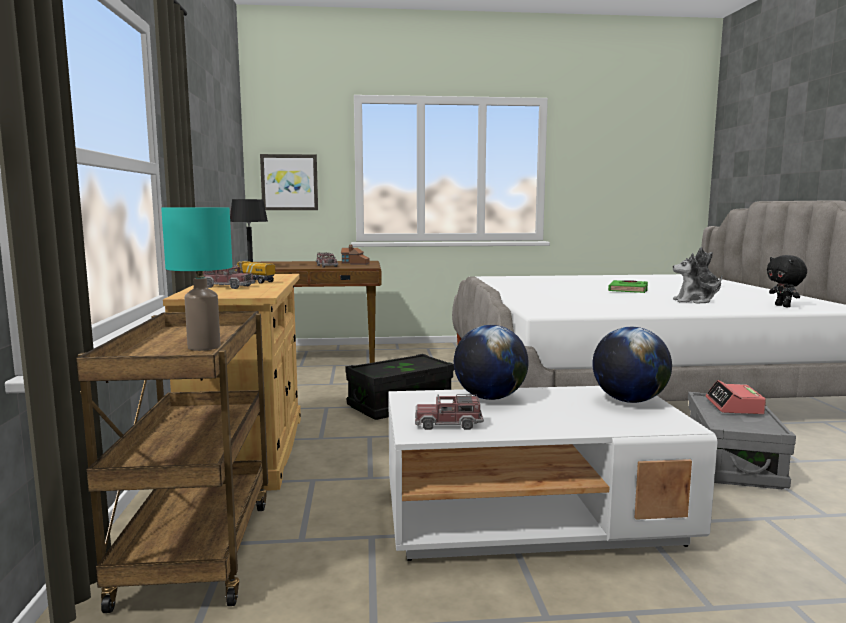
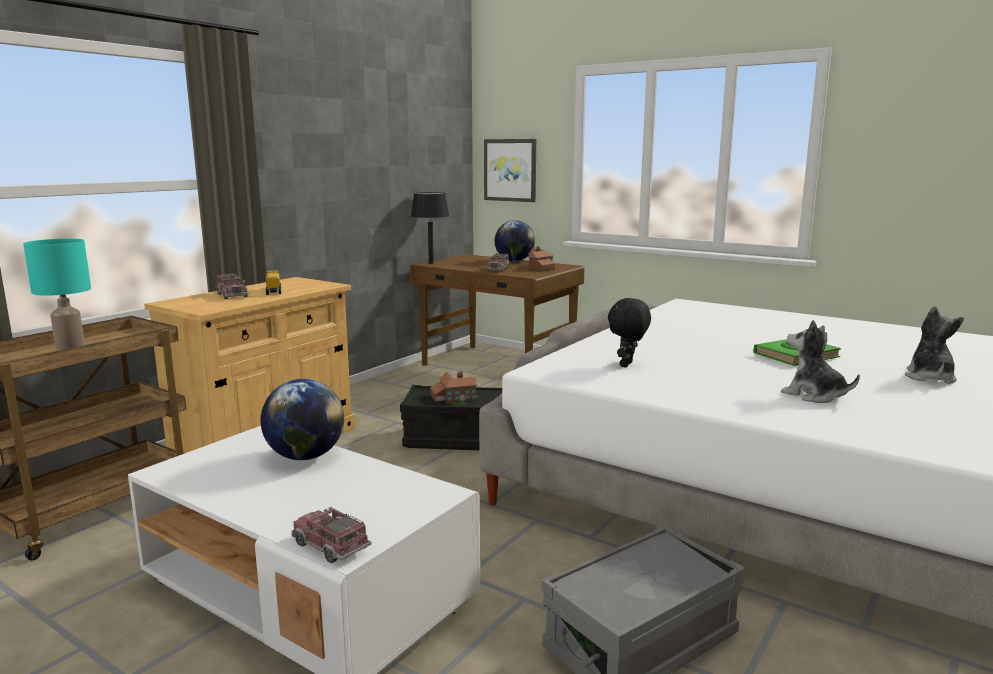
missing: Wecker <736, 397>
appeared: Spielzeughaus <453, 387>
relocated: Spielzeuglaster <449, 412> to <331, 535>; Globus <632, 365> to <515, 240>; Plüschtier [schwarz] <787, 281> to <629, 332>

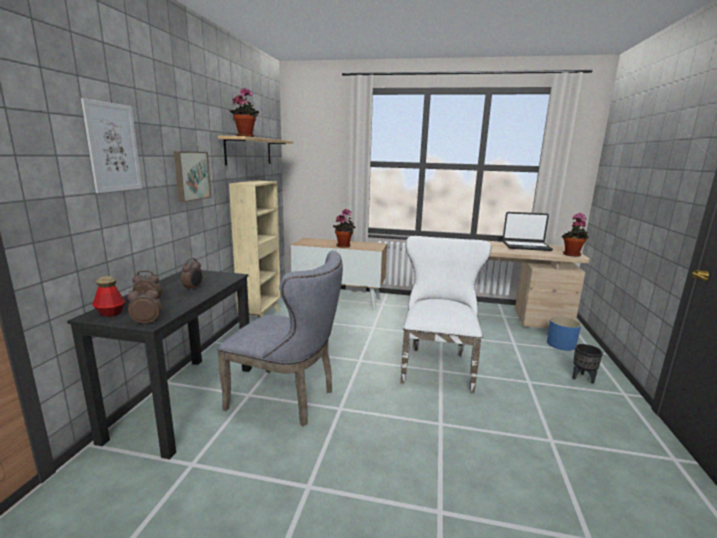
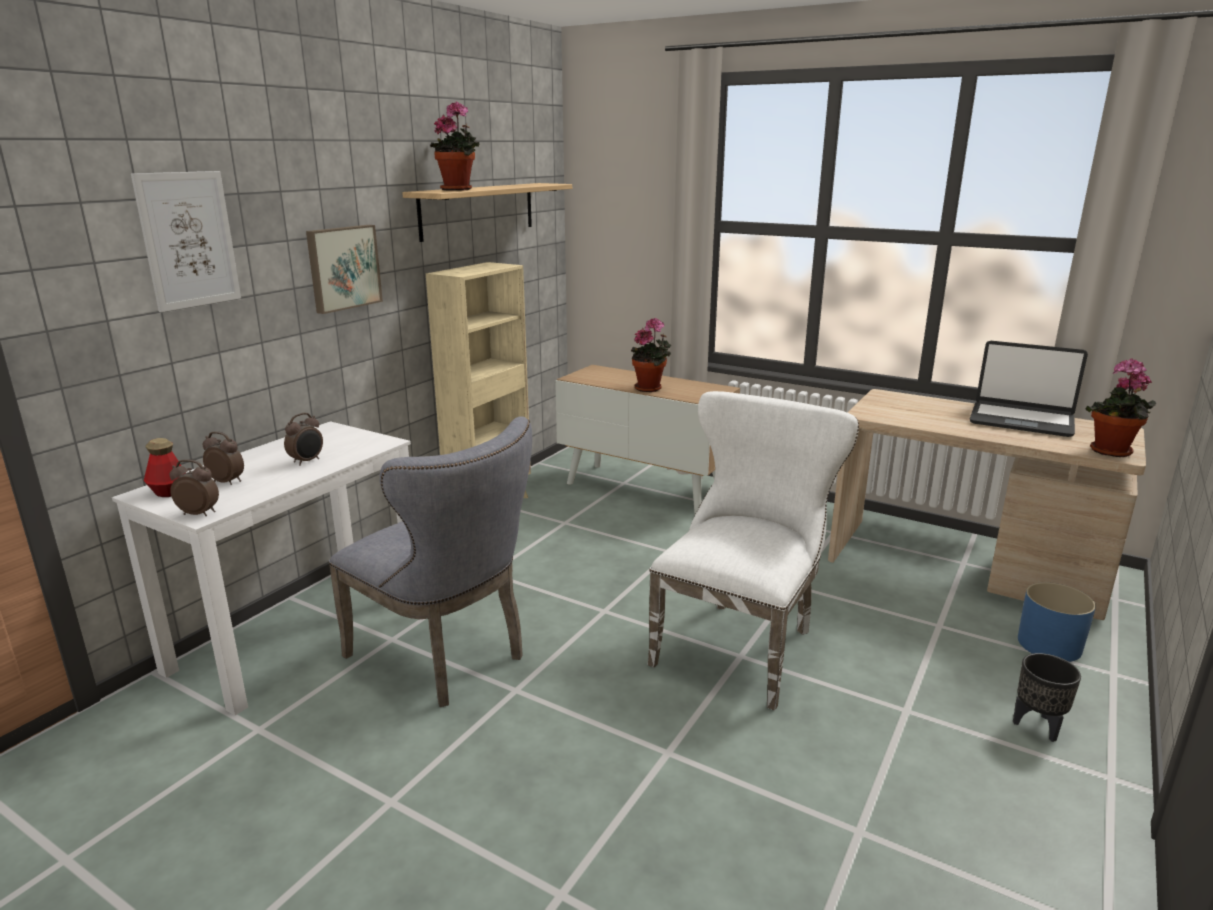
colour: Schreibtisch [schwarz] <159, 364> to Schreibtisch [weiß] <261, 568>

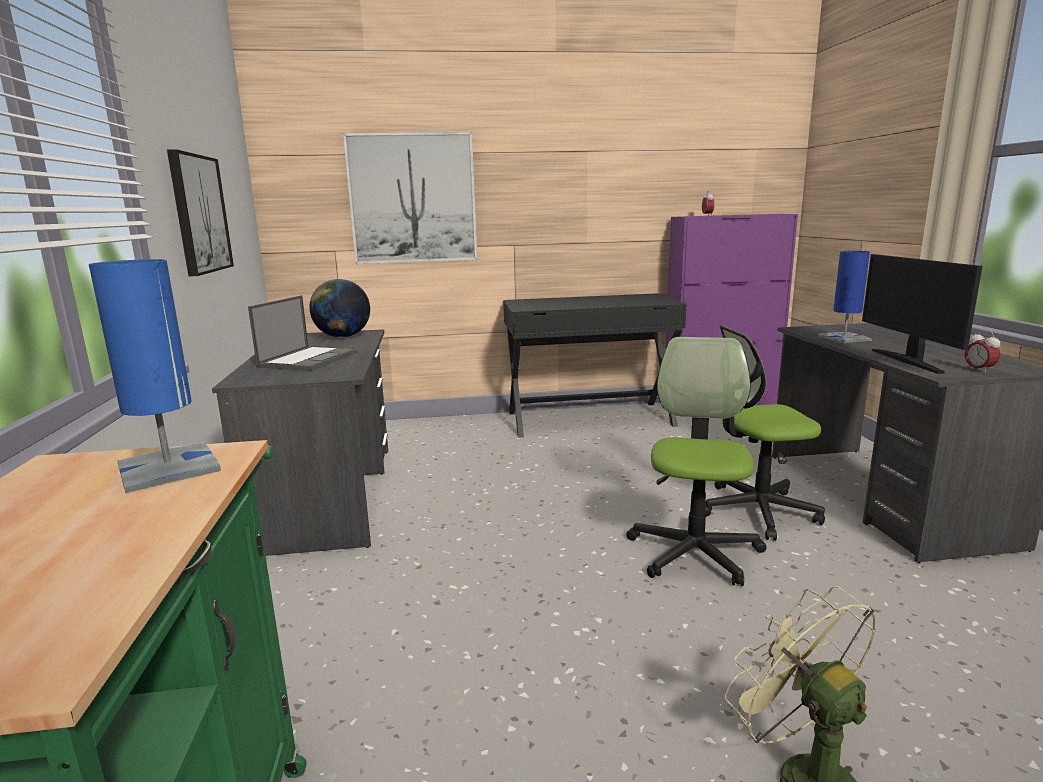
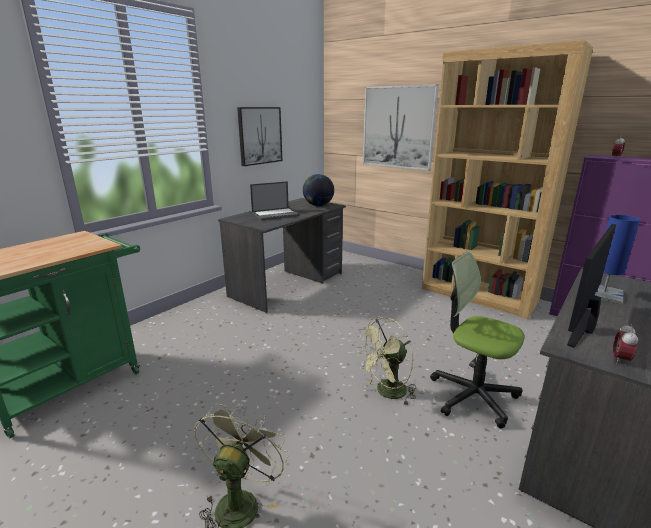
missing: Tischlampe [blau] <155, 376>
exchanged: Bürostuhl <697, 461> to Ventilator [grün] <386, 361>; Schreibtisch [schwarz] <595, 365> to Bücherregal [braun] <507, 179>

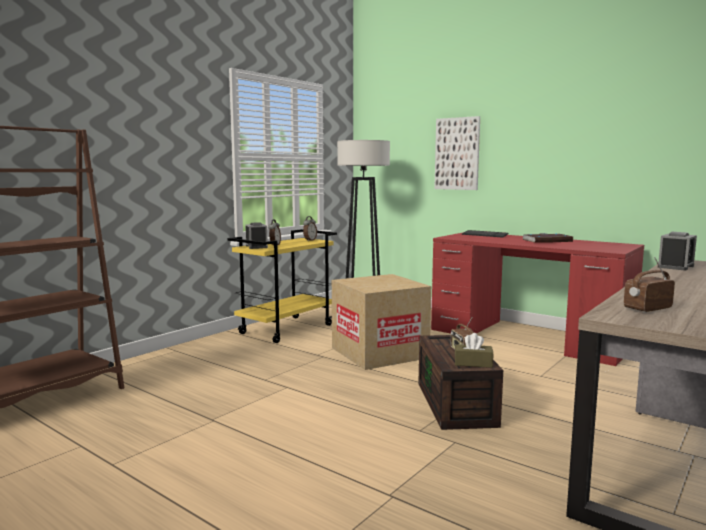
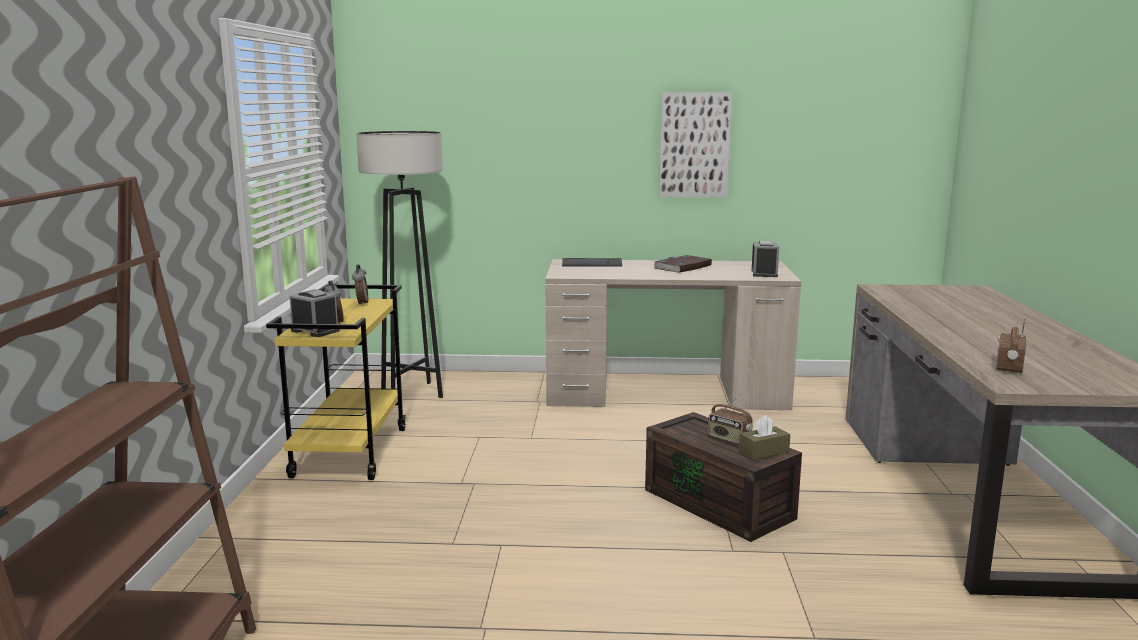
missing: Karton <381, 322>
relocated: Bild <457, 153> to <695, 145>; Wecker <677, 251> to <765, 259>
colour: Schreibtisch [rot] <537, 299> to Schreibtisch [beige] <673, 334>

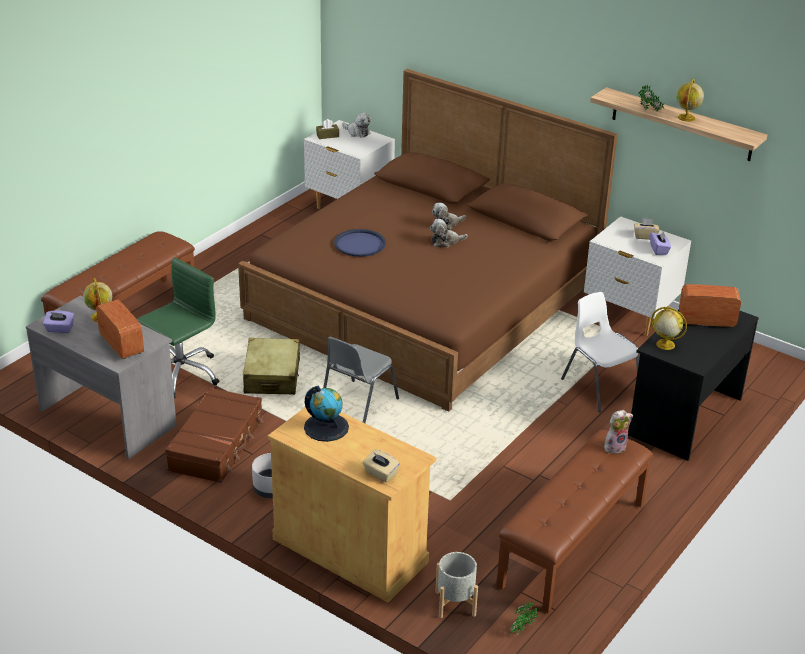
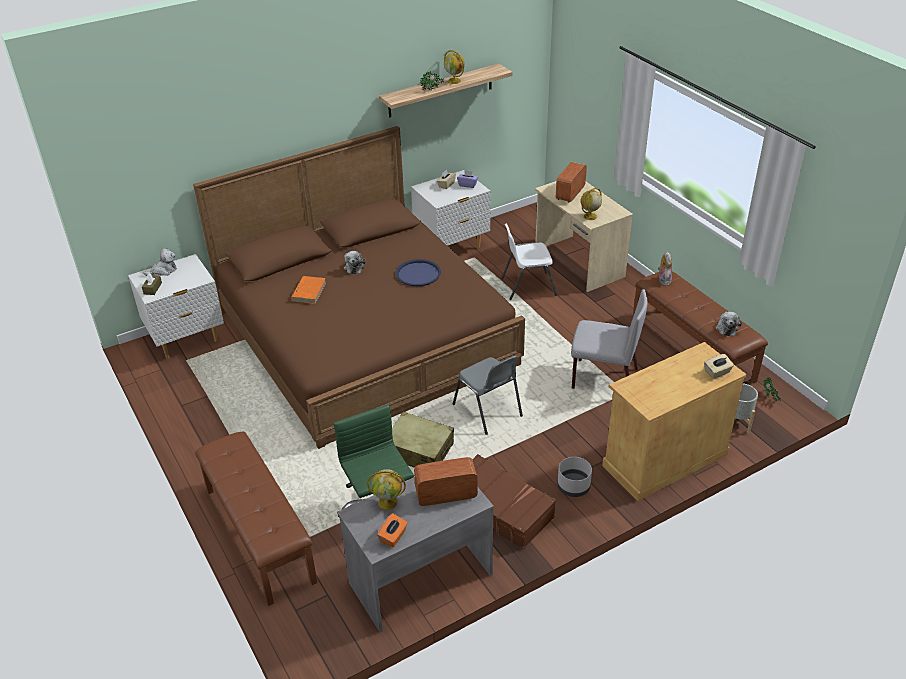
missing: Globus <326, 414>
appeared: Buch [orange] <308, 290>; Stuhl [grau] <609, 339>
relocated: Tablett [blau] <360, 243> to <418, 272>; Plüschtier <449, 233> to <728, 324>
colour: Taschentuchbox [lila] <58, 322> to Taschentuchbox [orange] <392, 530>; Schreibtisch [schwarz] <693, 385> to Schreibtisch [beige] <584, 236>

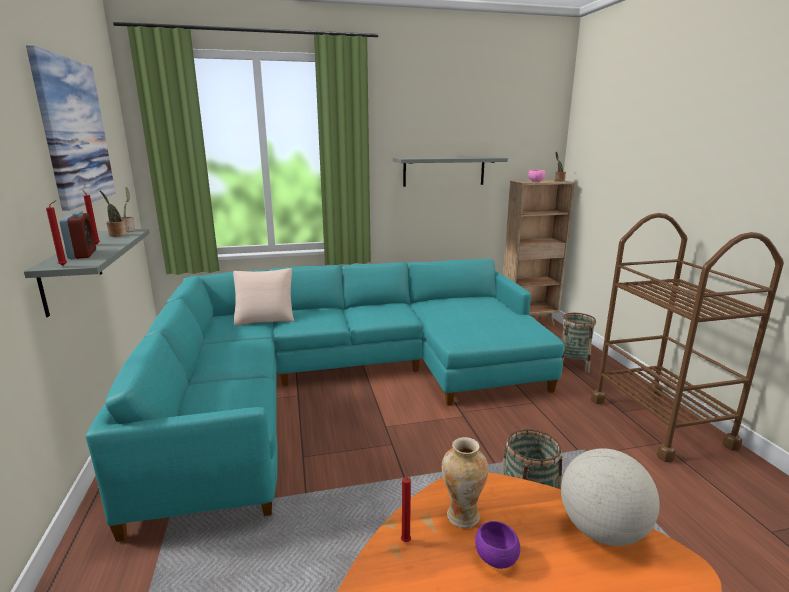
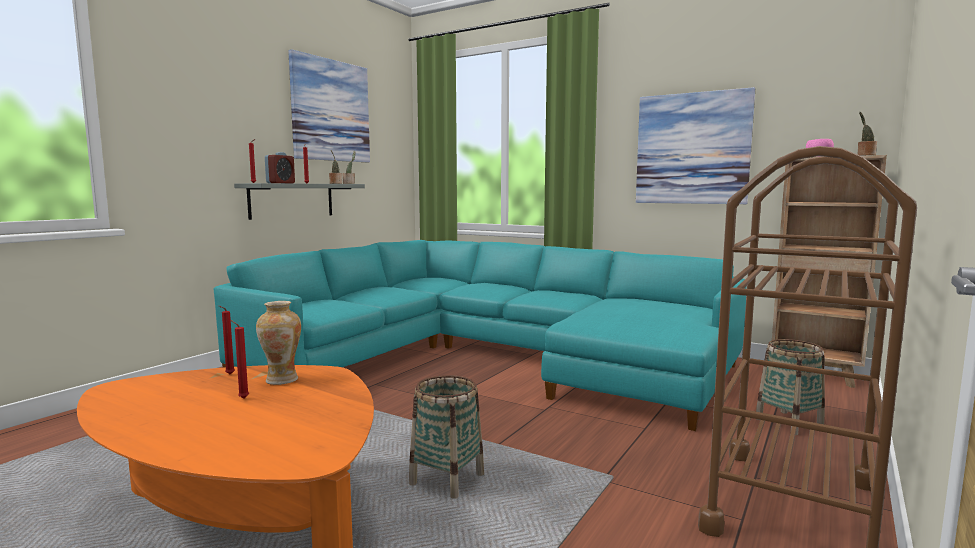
missing: Kissen [beige] <263, 297>; Globus <610, 497>
exchanged: Schüssel [lila] <497, 545> to Kerze [rot] <239, 359>; Wandregal [grau] <450, 172> to Bild <695, 145>

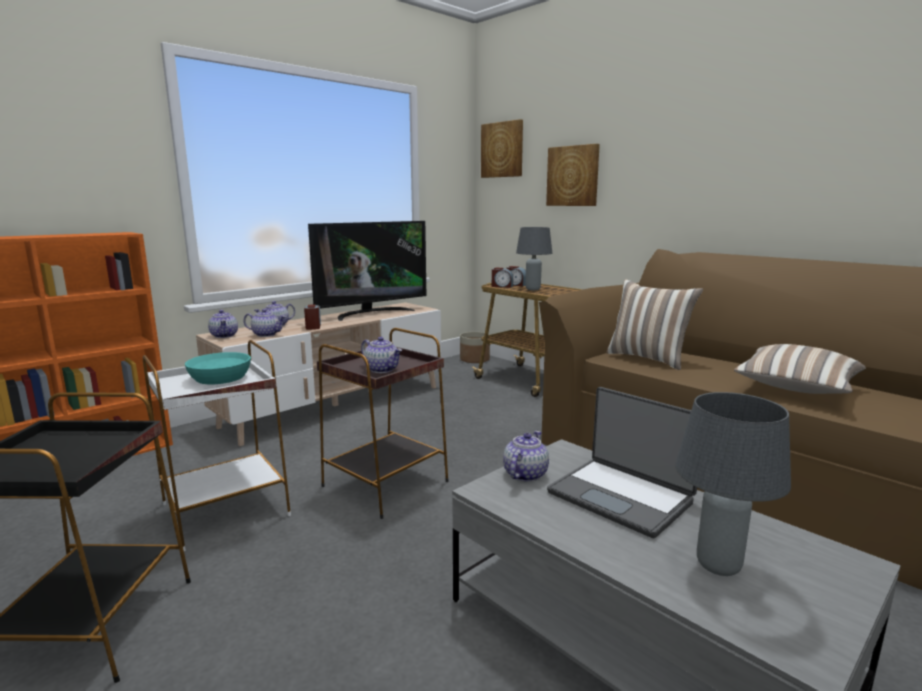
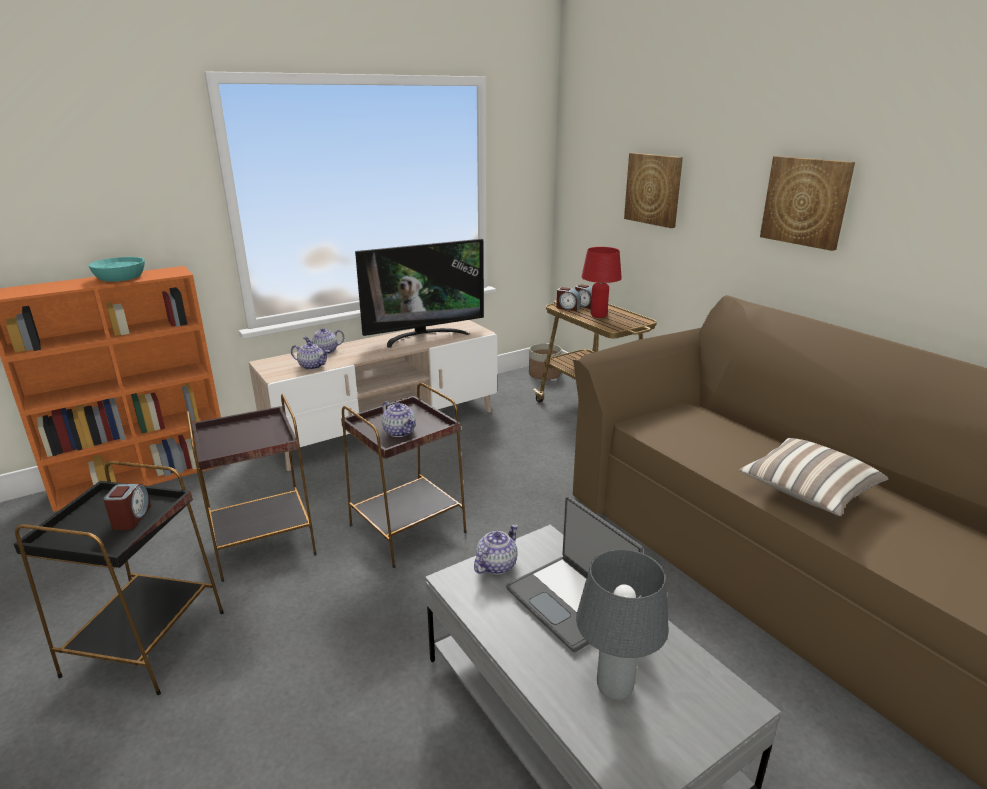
missing: Teekanne <223, 324>; Kissen <654, 324>
relocated: Schüssel [türkis] <218, 368> to <116, 269>; Wecker <312, 317> to <127, 507>; Bild <502, 148> to <807, 203>
colour: Beistelltisch [weiß] <217, 445> to Beistelltisch [braun] <251, 488>; Tischlampe [grau] <534, 258> to Tischlampe [rot] <602, 282>

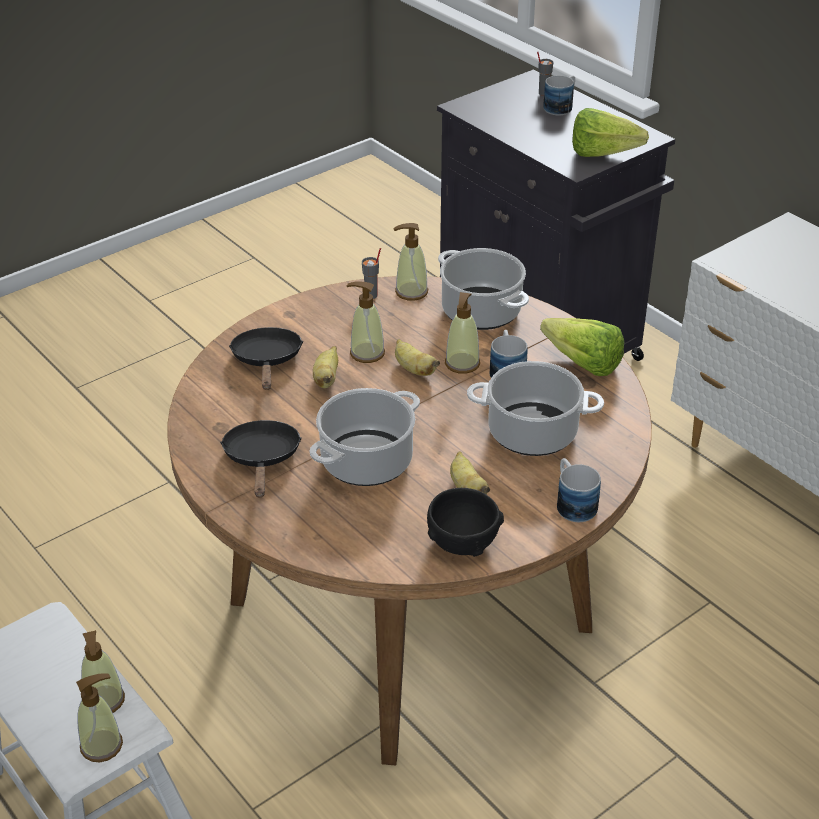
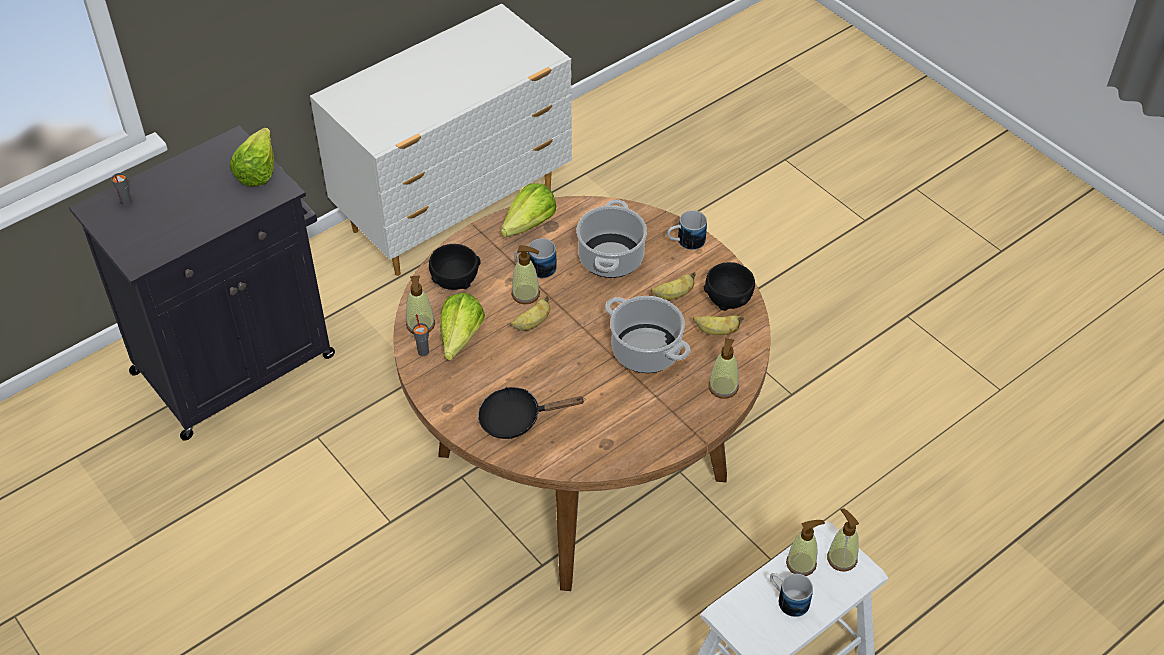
missing: Pfanne [schwarz] <261, 458>
appeared: Salatkopf <462, 326>
relocated: Banane <325, 367> to <718, 325>; Seifenspender <366, 322> to <724, 368>; Henkelbecher <559, 95> to <791, 595>
exchanged: Kochtopf <483, 289> to Schüssel [schwarz] <455, 267>

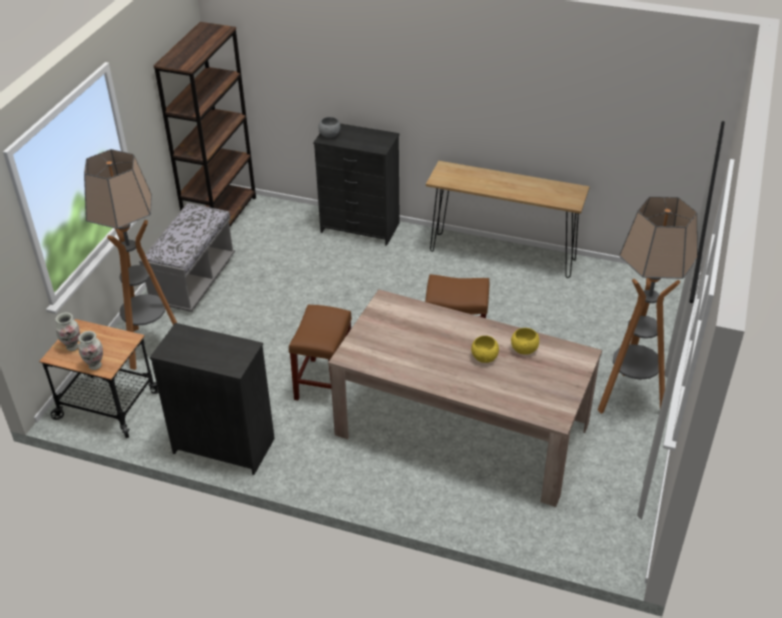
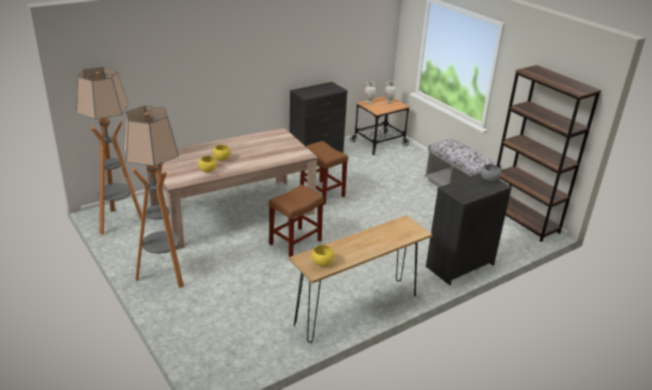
appeared: Schüssel [gelb] <323, 256>
relocated: Stehlampe <130, 259> to <109, 151>

